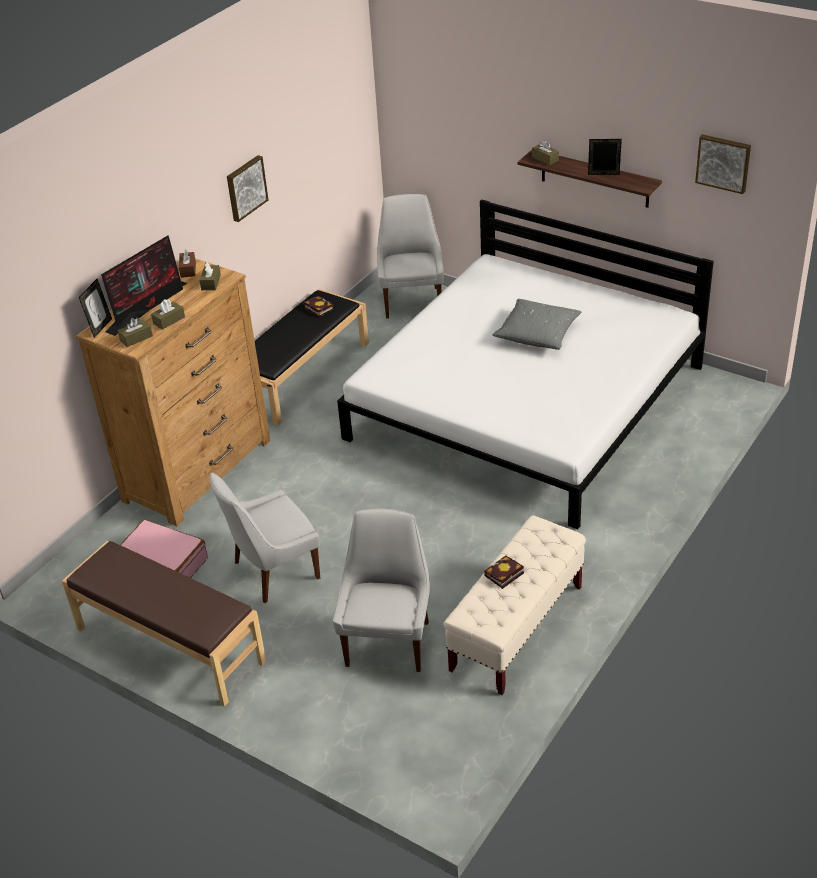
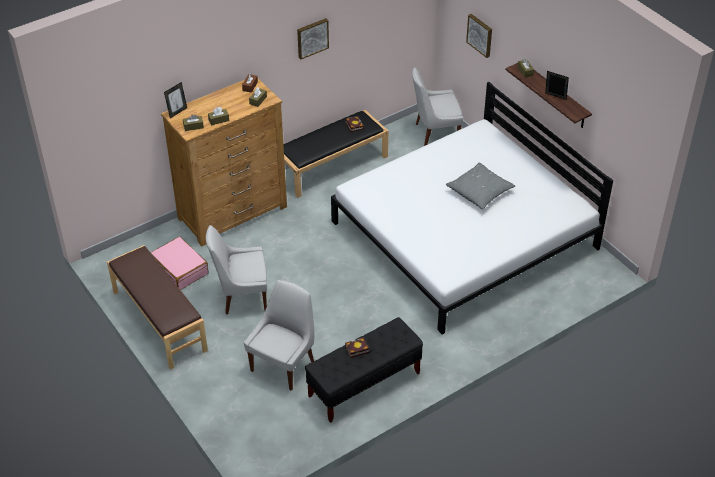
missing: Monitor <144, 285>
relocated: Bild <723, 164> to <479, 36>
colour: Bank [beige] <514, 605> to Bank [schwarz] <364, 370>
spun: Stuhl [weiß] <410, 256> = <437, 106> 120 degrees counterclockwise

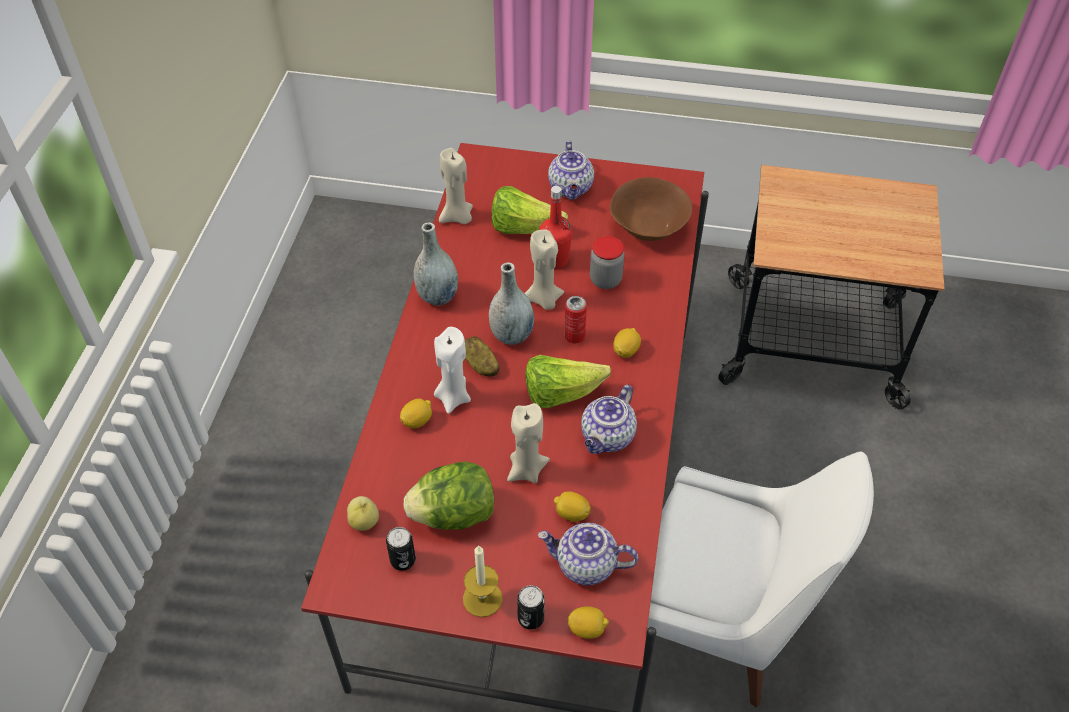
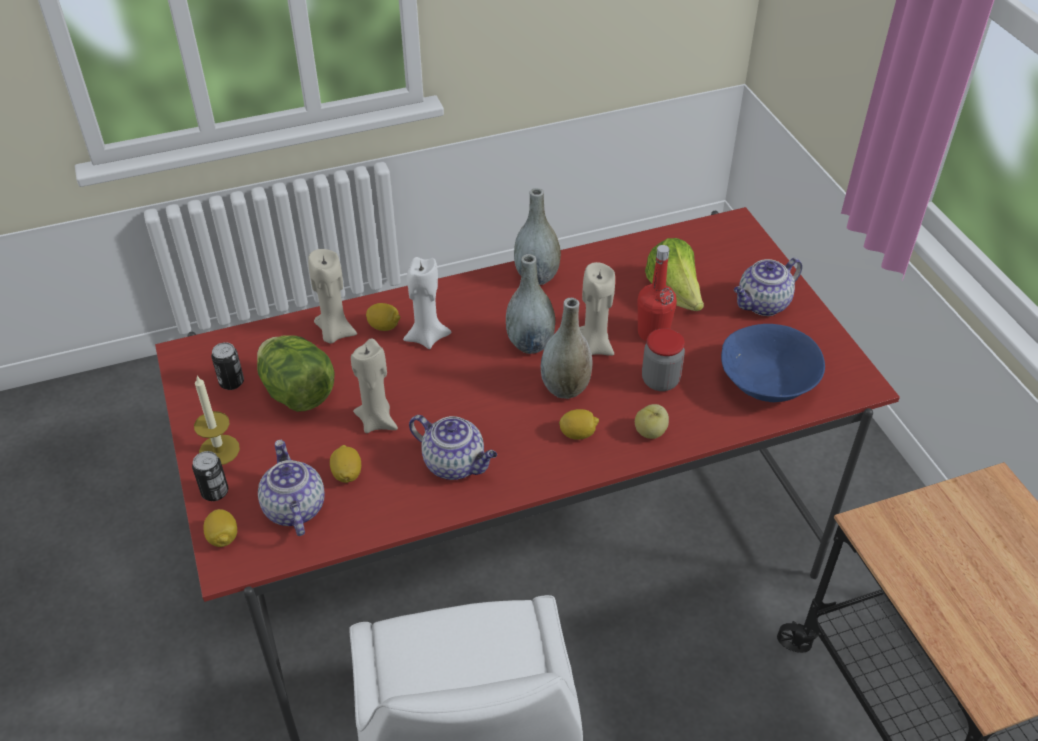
missing: Kartoffel <482, 356>; Salatkopf <568, 381>
relocated: Kerze [beige] <456, 186> to <332, 296>; Apfel <363, 513> to <652, 421>
exchanged: Dose <575, 320> to Vase [grau] <567, 348>
colour: Schüssel [braun] <651, 209> to Schüssel [blau] <773, 363>
spun: Teekanne <609, 419> = <453, 447> 150 degrees counterclockwise

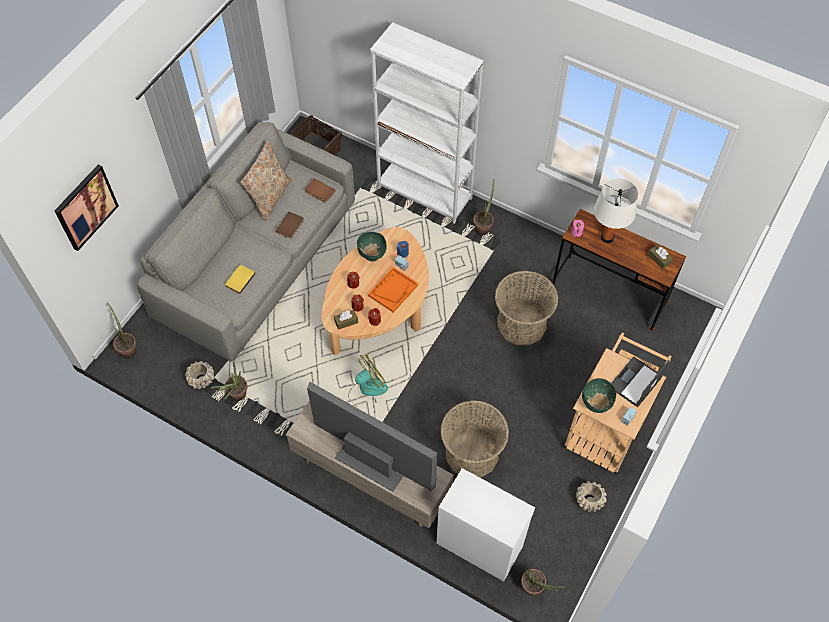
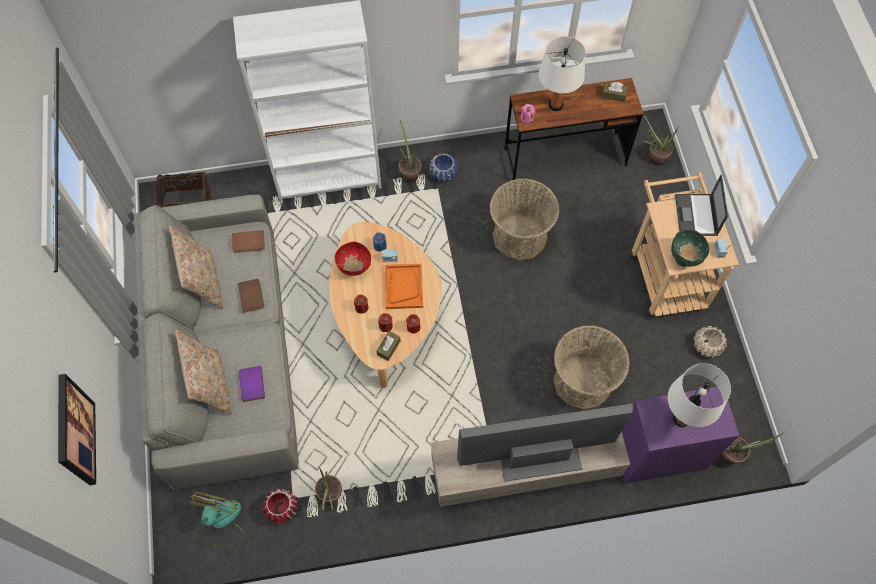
appeared: Kissen [beige] <203, 372>; Pflanzkübel [blau] <443, 167>; Tischlampe [weiß] <699, 395>
relocated: Ventilator <368, 381> to <217, 519>; Topfpflanze <121, 330> to <661, 139>
colour: Buch [gelb] <240, 279> to Buch [lila] <252, 384>; Pflanzkübel [beige] <199, 375> to Pflanzkübel [rot] <280, 506>; Schüssel [grün] <372, 247> to Schüssel [rot] <353, 259>; Schrank [weiß] <485, 524> to Schrank [lila] <680, 435>

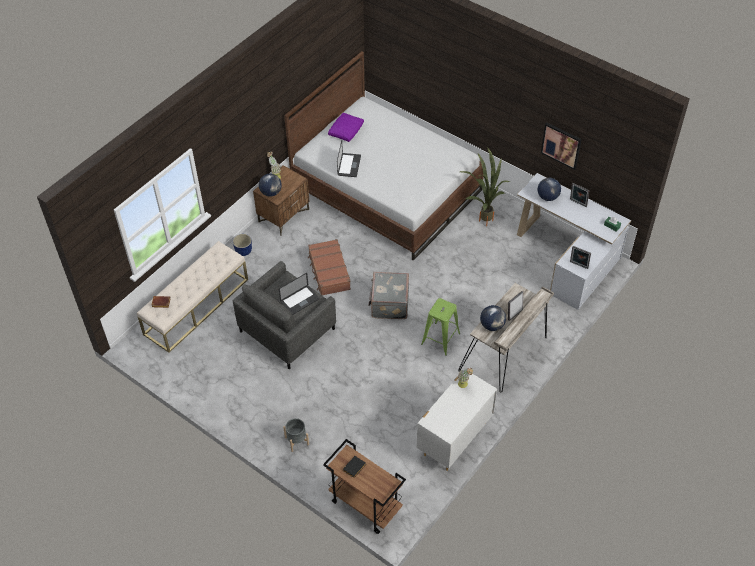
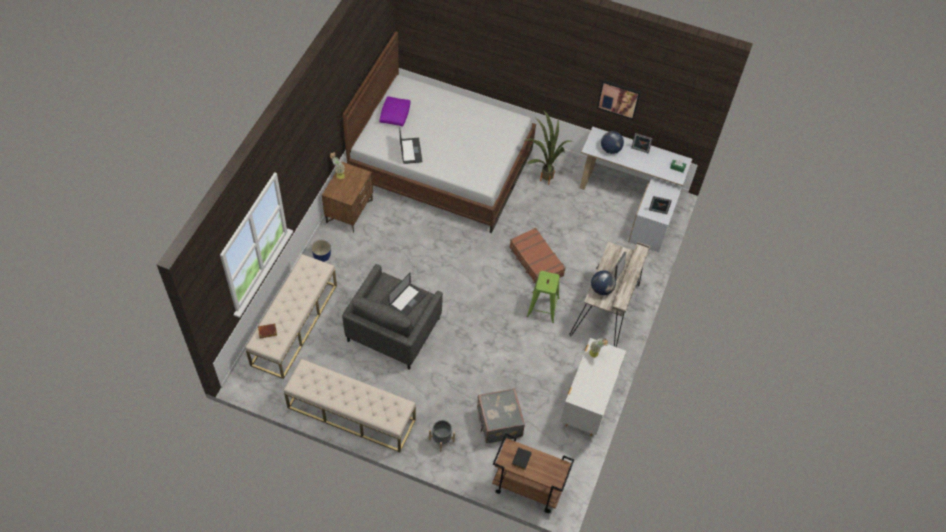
missing: Globus <270, 185>
appeared: Bank [beige] <350, 405>
relocated: Koffer [grau] <388, 295> to <501, 415>; Koffer [braun] <329, 267> to <537, 256>

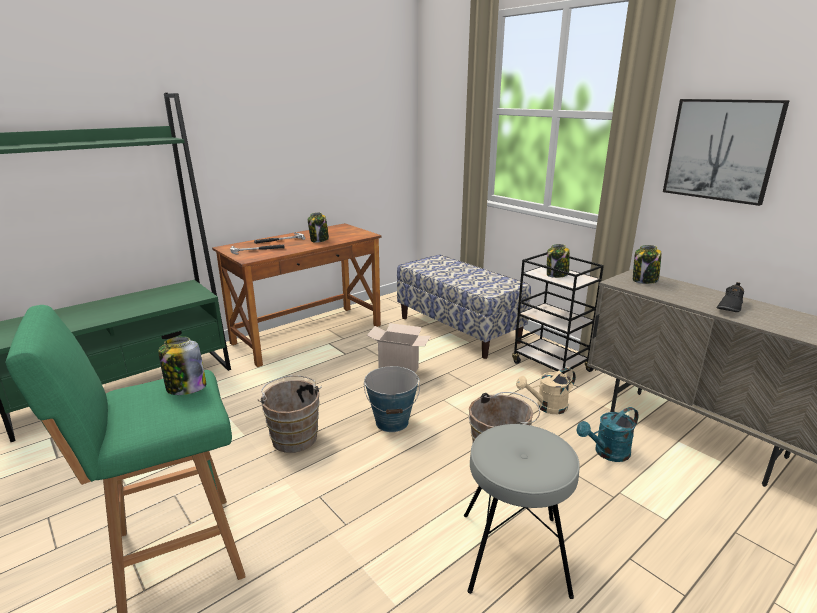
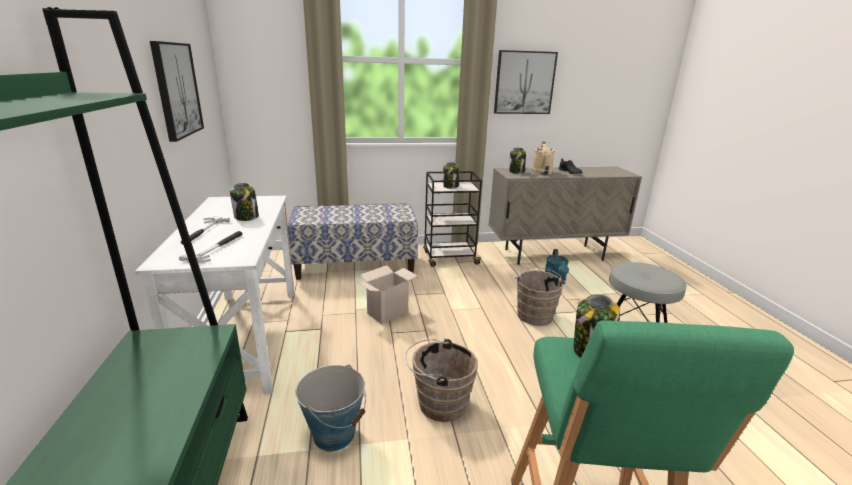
appeared: Bild <177, 91>
relocated: Eimer <392, 399> to <331, 408>; Gießkanne [beige] <546, 391> to <543, 158>
colour: Schreibtisch [braun] <297, 295> to Schreibtisch [weiß] <214, 295>

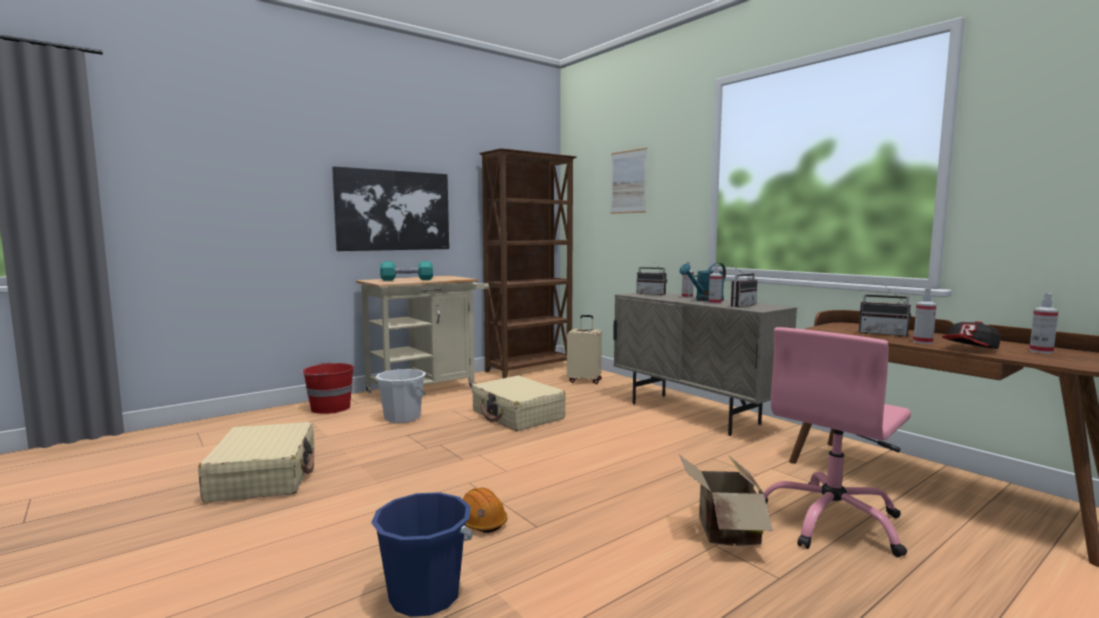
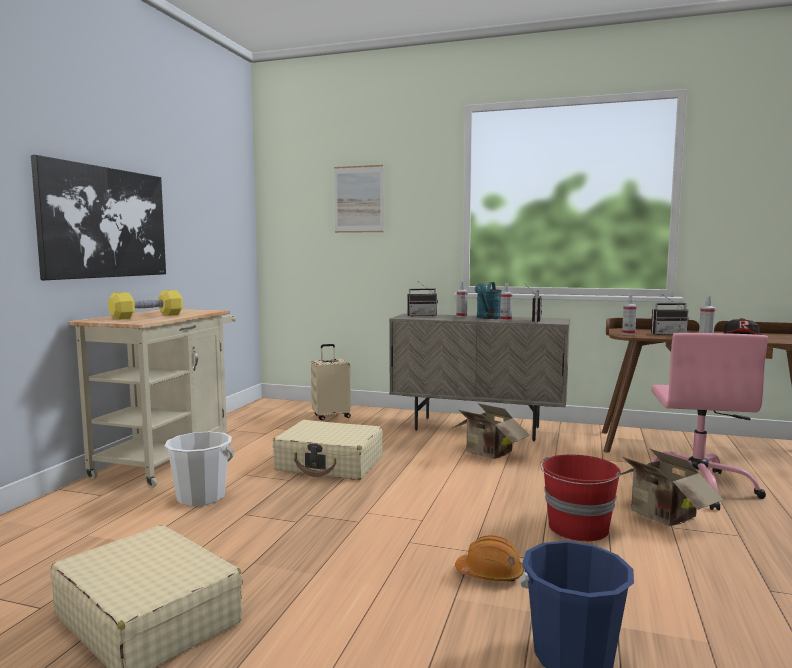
missing: Bücherregal [braun] <528, 263>
appeared: Karton <491, 431>
relocated: Eimer [rot] <327, 388> to <580, 497>; Sprühflasche <1044, 323> to <629, 314>
colour: Hantel [türkis] <406, 271> to Hantel [gelb] <145, 305>

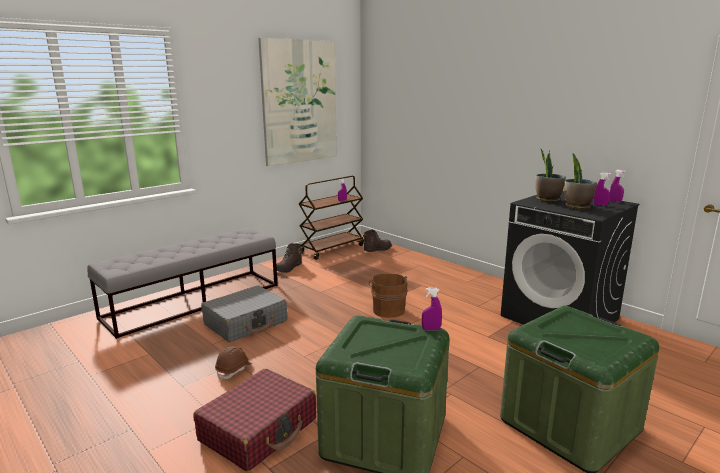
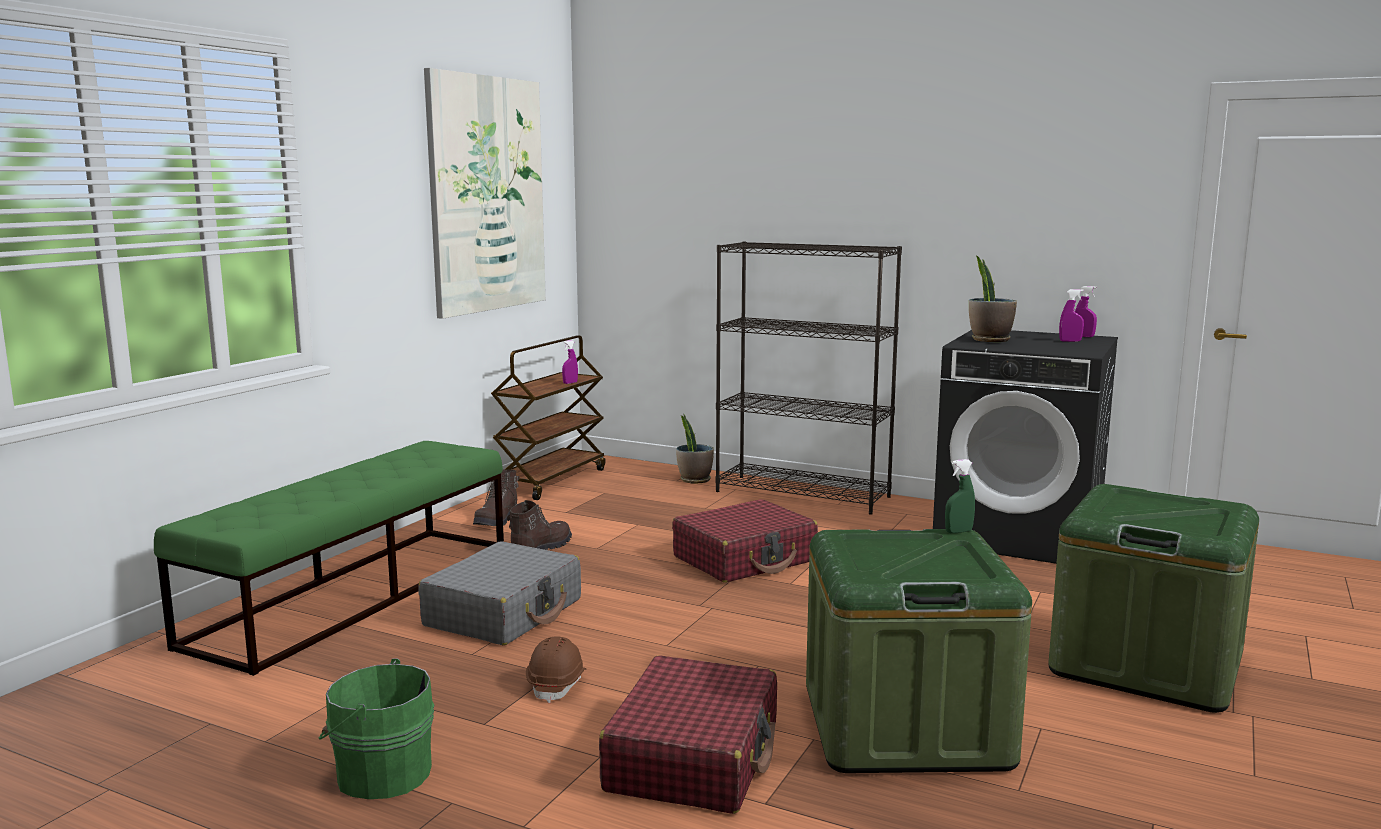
appeared: Eimer [grün] <376, 728>; Bücherregal [schwarz] <808, 377>
relocated: Stiefel [braun] <377, 240> to <539, 525>; Topfpflanze <580, 181> to <695, 449>
exchanged: Eimer [braun] <388, 295> to Koffer [rot] <745, 541>
colour: Bank [grau] <182, 283> to Bank [grün] <329, 558>; Sprühflasche [lila] <432, 309> to Sprühflasche [grün] <960, 496>

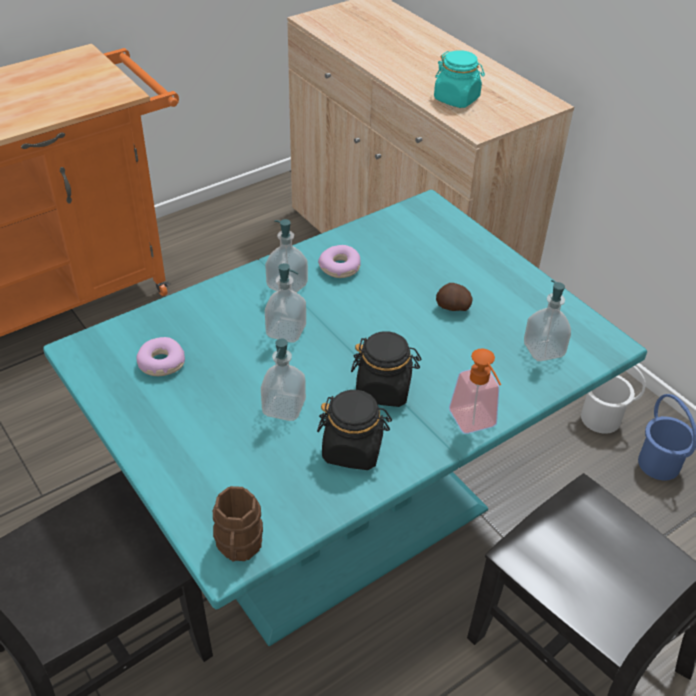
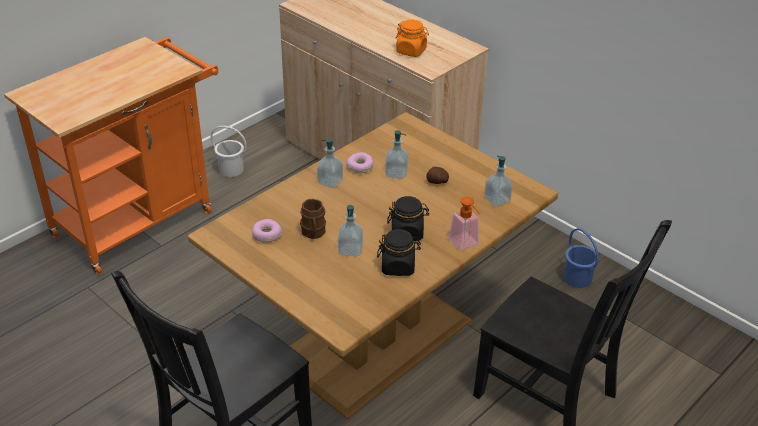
relocated: Eimer [weiß] <613, 399> to <228, 151>; Henkelbecher [braun] <238, 524> to <313, 219>; Seifenspender <285, 303> to <396, 154>
colour: Esstisch [türkis] <345, 418> to Esstisch [braun] <373, 265>; Vorratsglas [türkis] <459, 79> to Vorratsglas [orange] <412, 38>

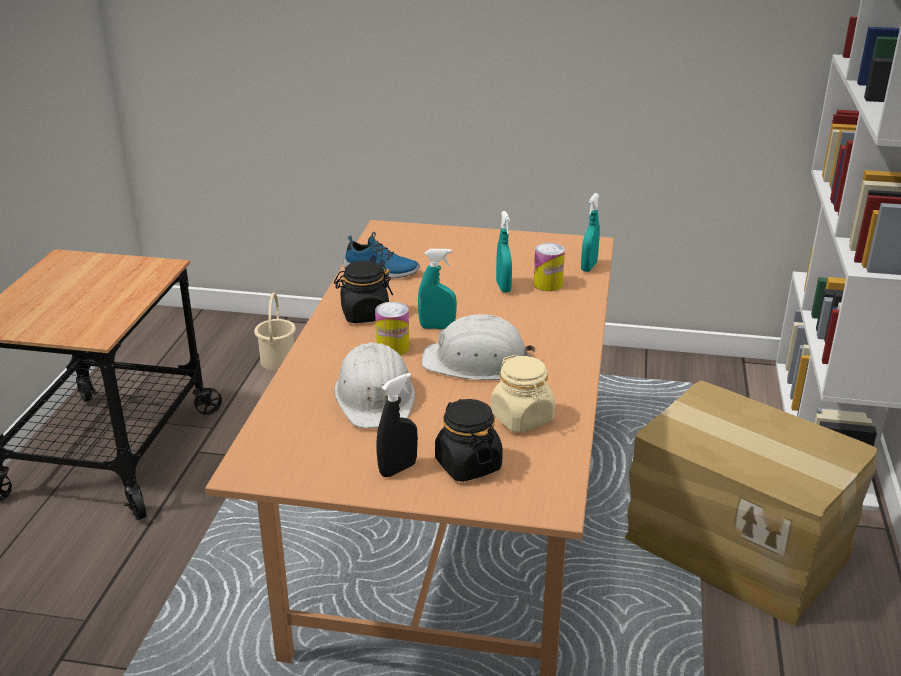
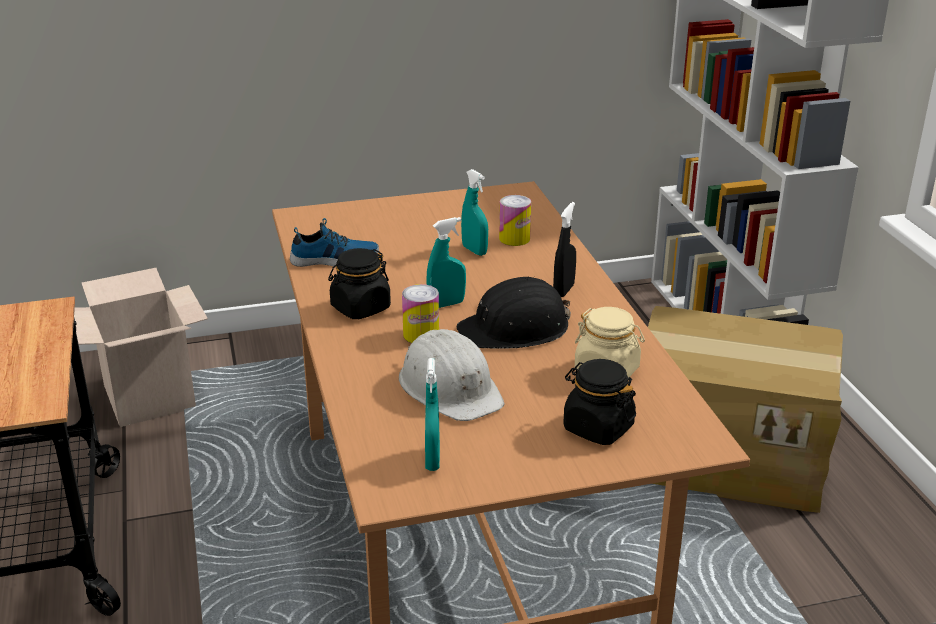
relocated: Sprühflasche [türkis] <590, 232> to <432, 414>; Sprühflasche [schwarz] <397, 425> to <564, 249>
exchanged: Eimer [beige] <275, 331> to Karton <141, 347>
colour: Schutzhelm [weiß] <478, 347> to Schutzhelm [schwarz] <513, 313>

